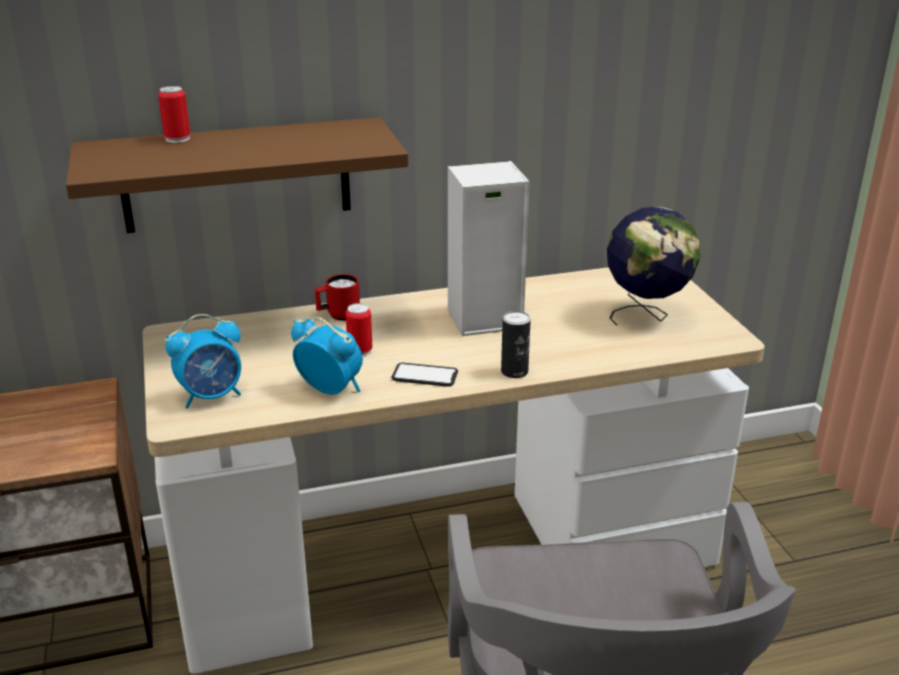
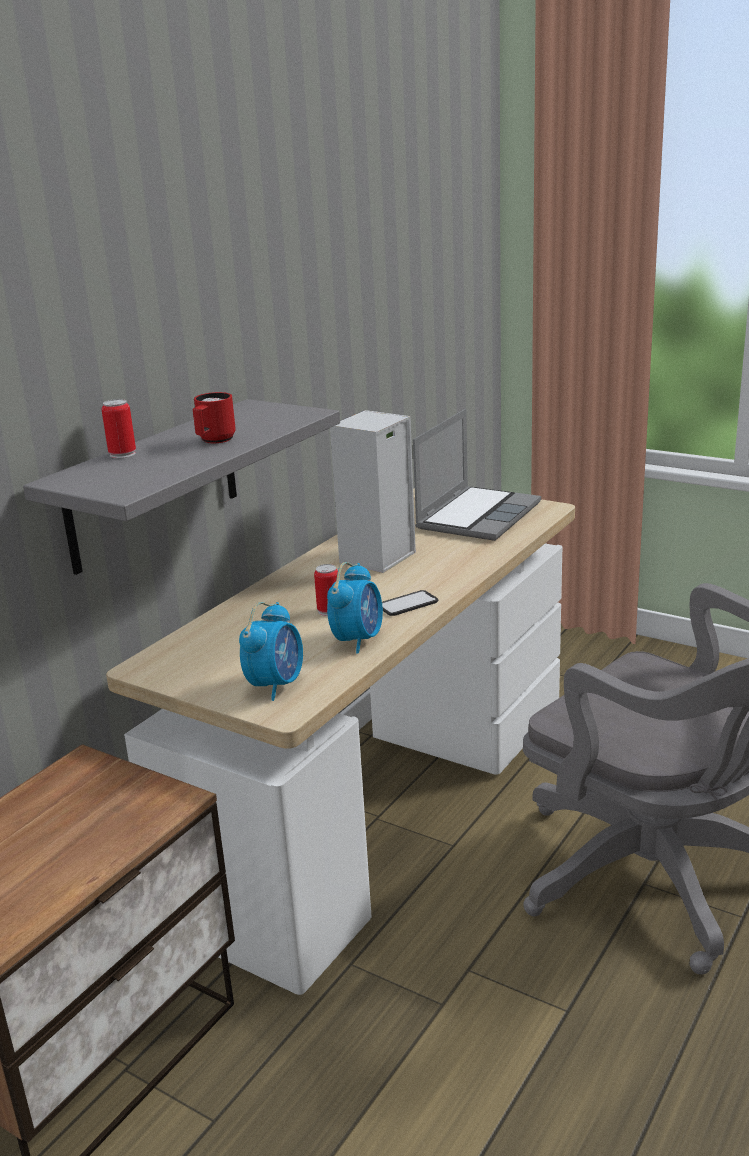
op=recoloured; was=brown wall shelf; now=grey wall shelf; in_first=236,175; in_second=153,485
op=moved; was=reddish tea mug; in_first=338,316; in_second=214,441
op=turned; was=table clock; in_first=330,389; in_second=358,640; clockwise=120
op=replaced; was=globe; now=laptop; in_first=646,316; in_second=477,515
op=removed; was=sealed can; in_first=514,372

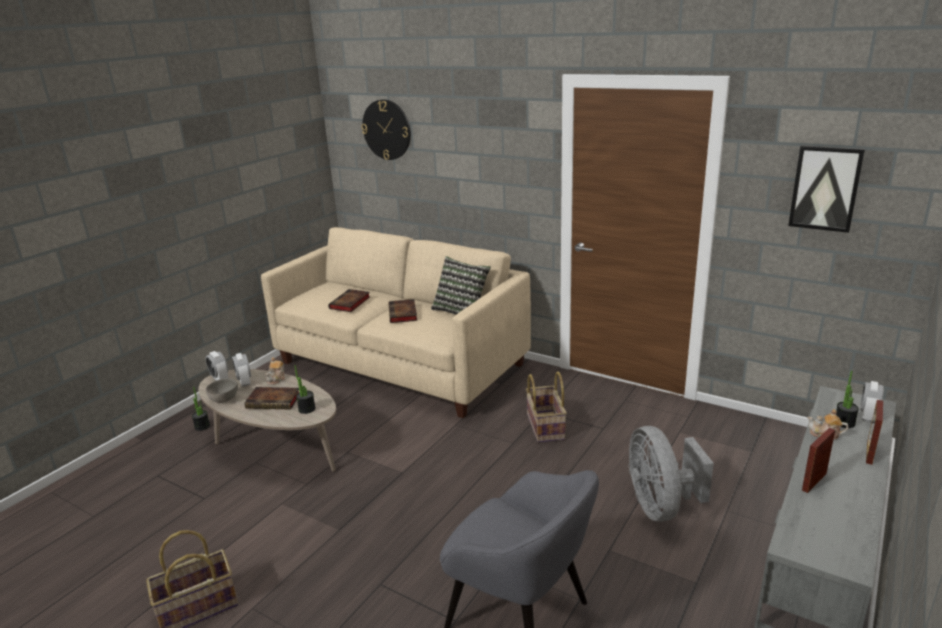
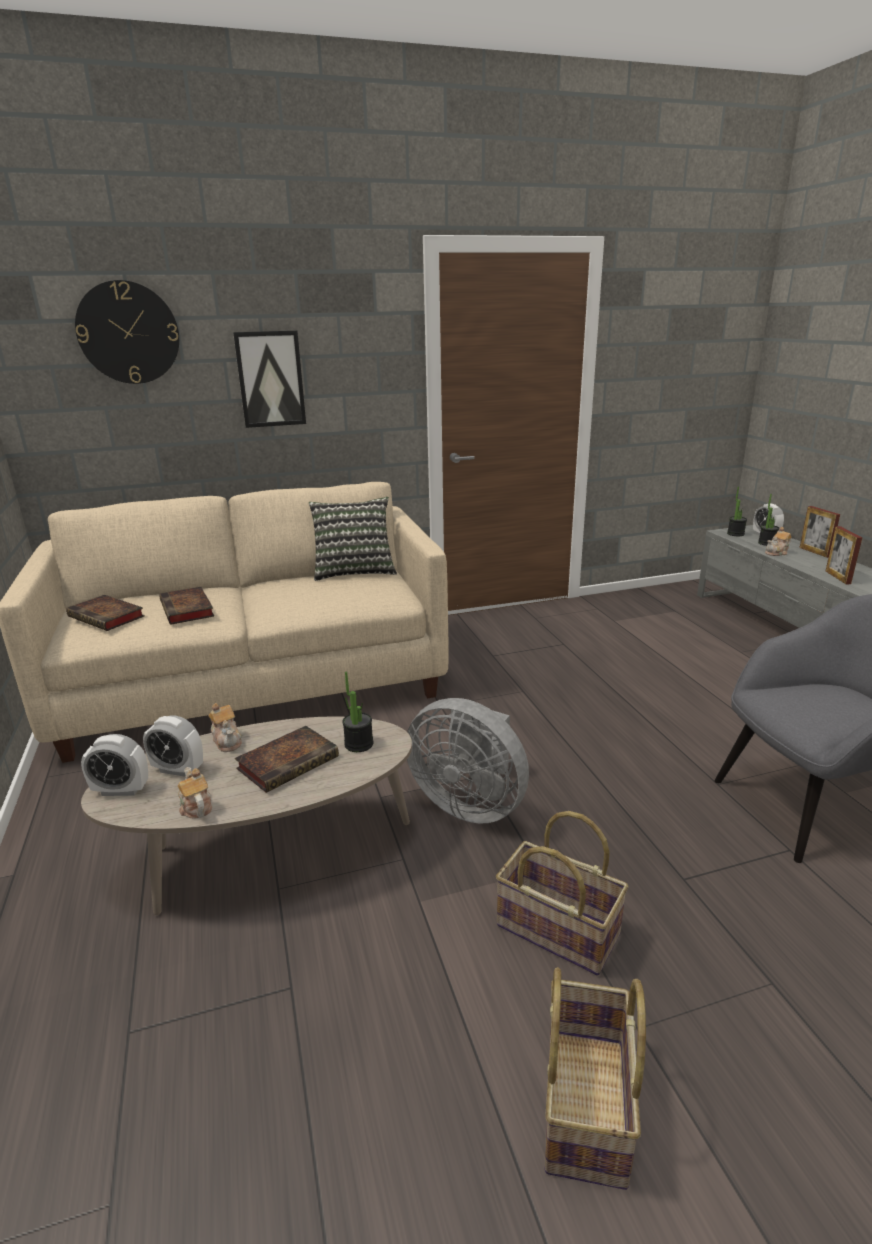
op=moved; was=book; in_first=403,314; in_second=108,617
op=replaced; was=grey bowl; now=pot for tea; in_first=223,399; in_second=195,806
op=moved; was=wall picture; in_first=825,188; in_second=270,379
op=moved; was=grey electric fan; in_first=660,506; in_second=469,803
op=moved; was=basket; in_first=544,426; in_second=556,931
op=moved; was=plant in a pot; in_first=202,426; in_second=735,534

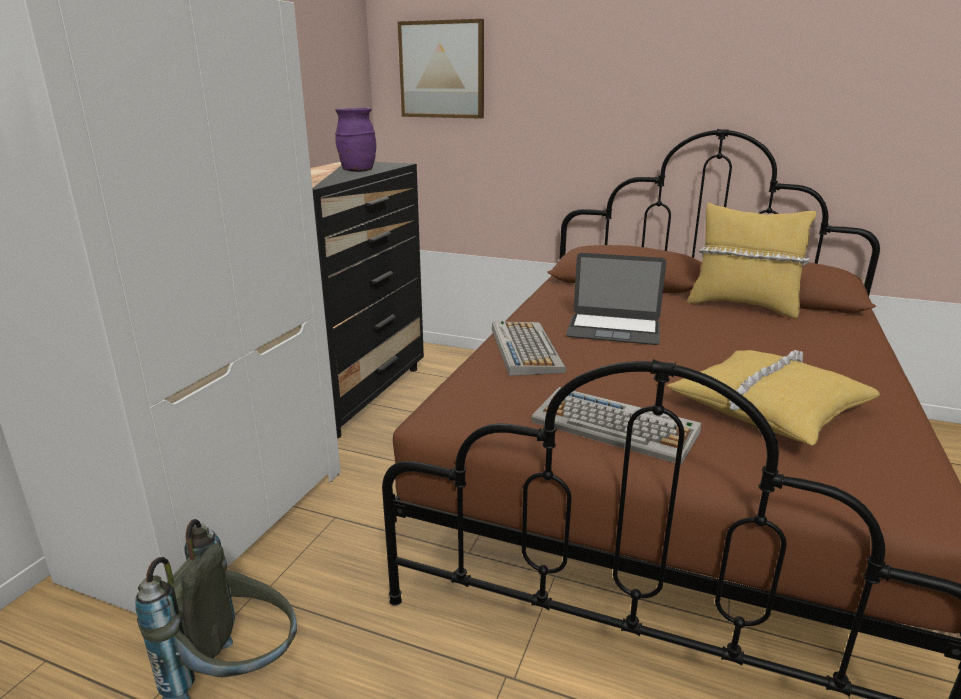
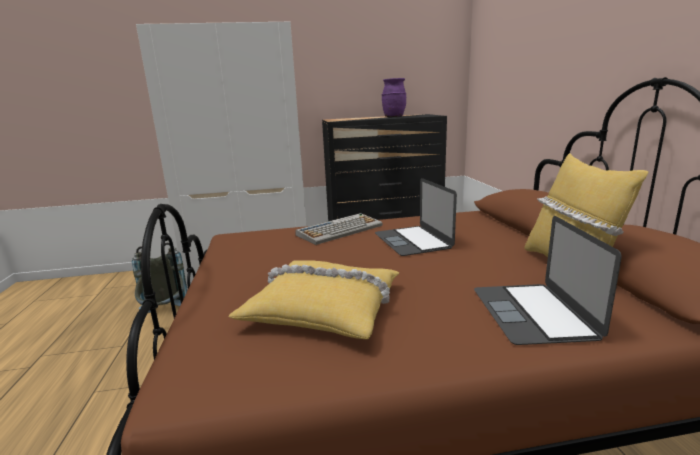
op=added; now=laptop; in_second=533,312
op=removed; was=wall picture; in_first=442,70
op=removed; was=PC keyboard; in_first=616,426

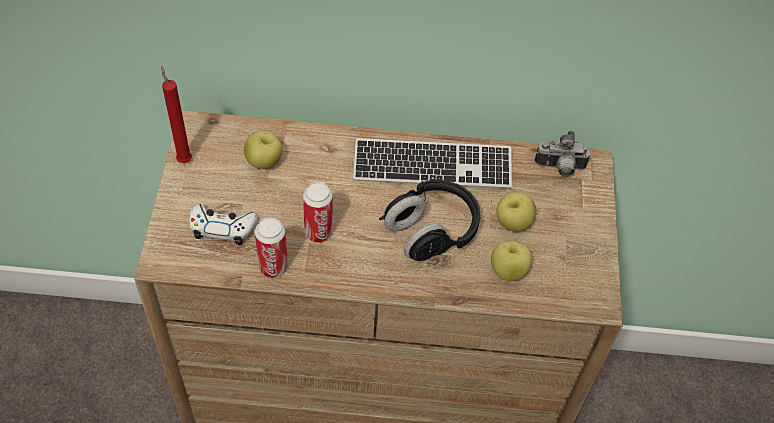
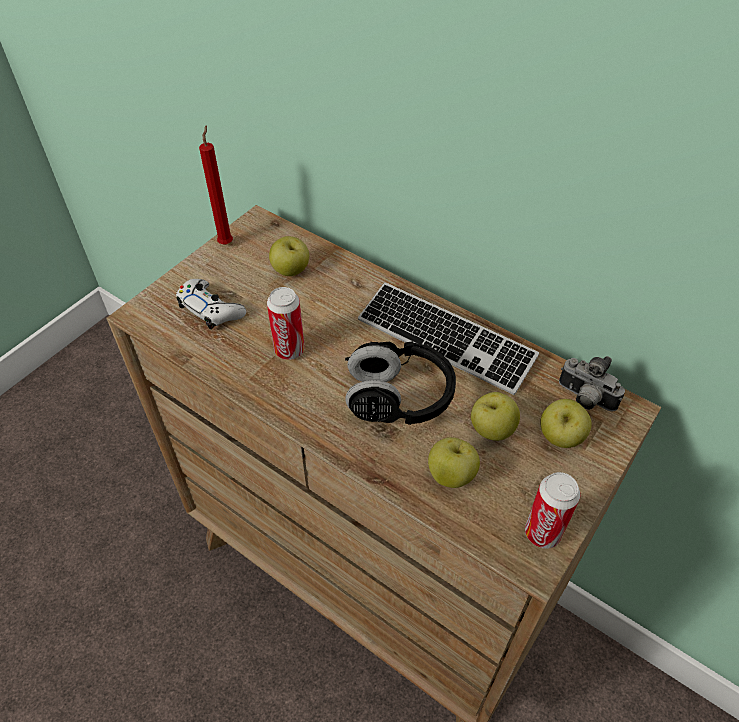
op=moved; was=sealed can; in_first=273,267; in_second=542,533
op=added; now=apple; in_second=560,437

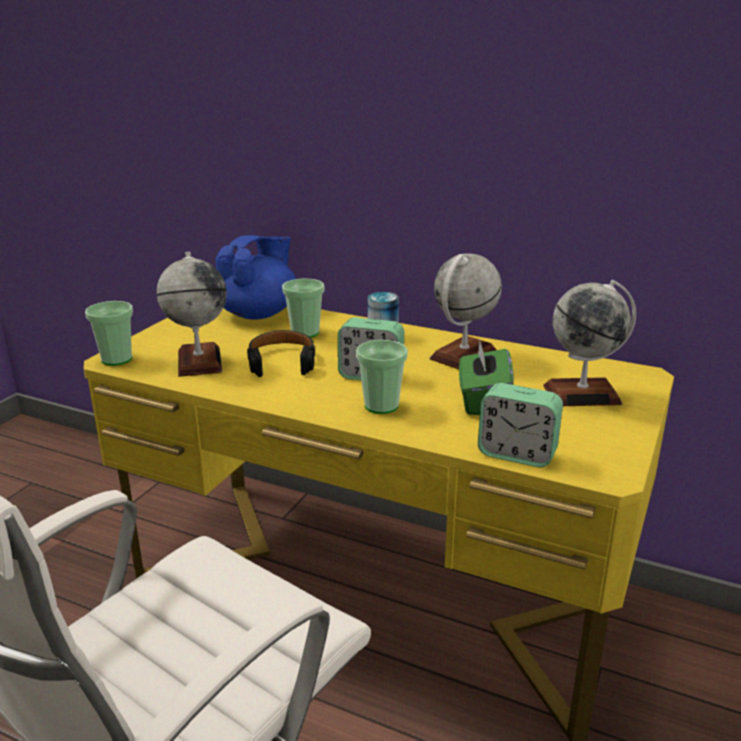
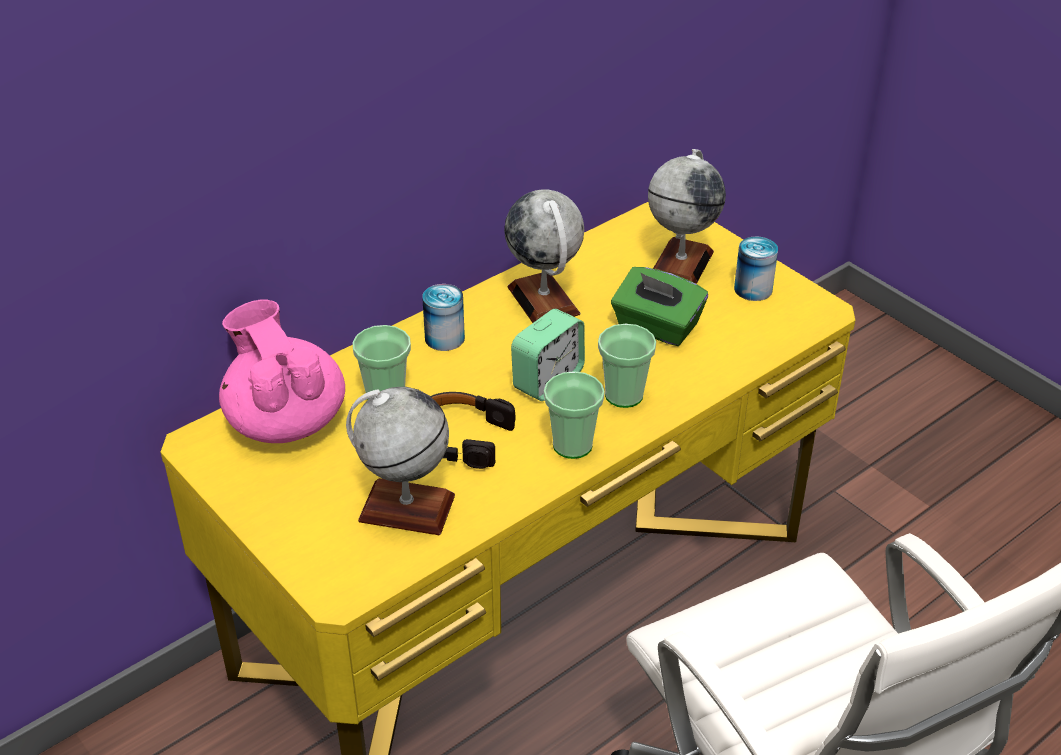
op=recoloured; was=blue-coloured pot for tea; now=pink pot for tea; in_first=259,314; in_second=285,420
op=moved; was=cup; in_first=116,359; in_second=572,445
op=added; now=sealed can; in_second=753,289
op=removed; was=table clock; in_first=517,454

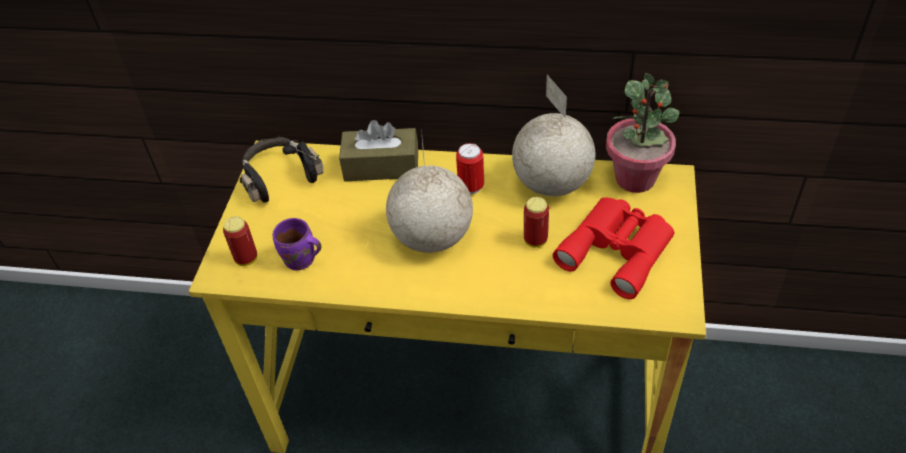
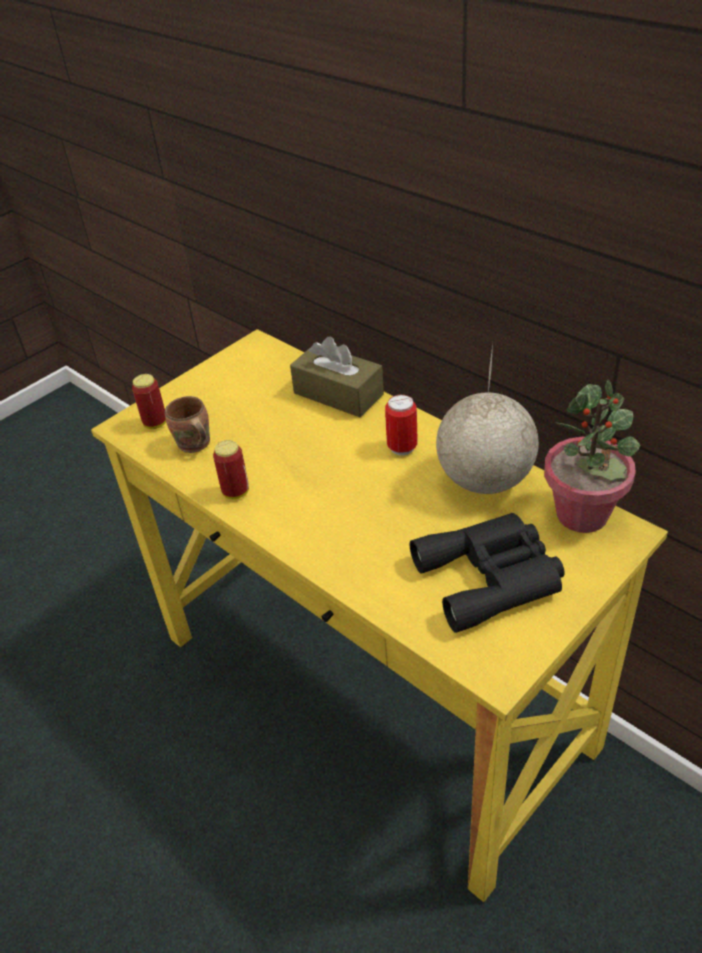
op=recoloured; was=purple tea mug; now=brown tea mug; in_first=301,261; in_second=193,446
op=moved; was=sealed can; in_first=535,240; in_second=236,492
op=recoloured; was=reddish field glasses; now=blackish field glasses; in_first=618,249; in_second=492,577
op=removed; was=blackish pair of headphones; in_first=280,178
op=removed; was=globe; in_first=431,239

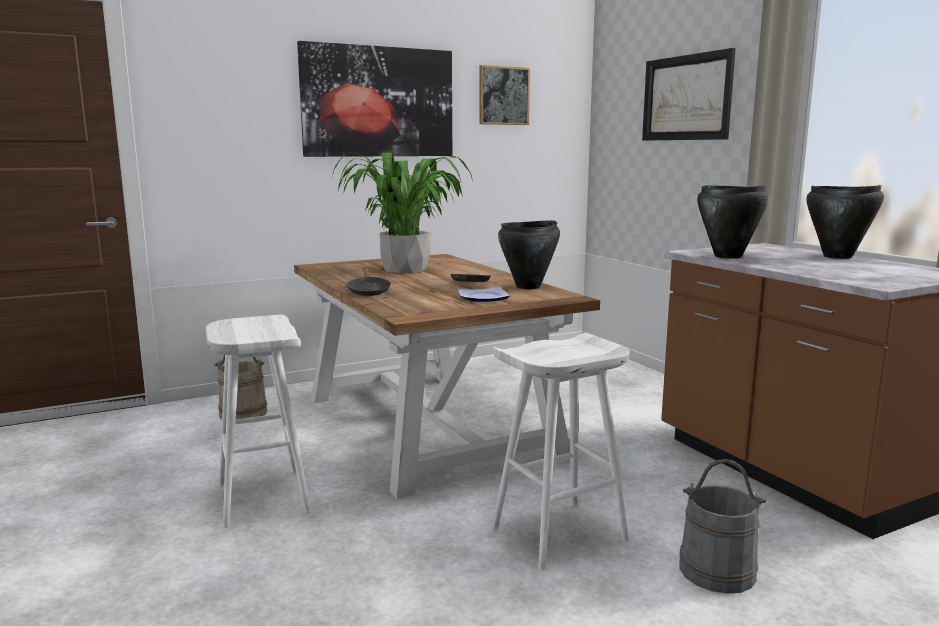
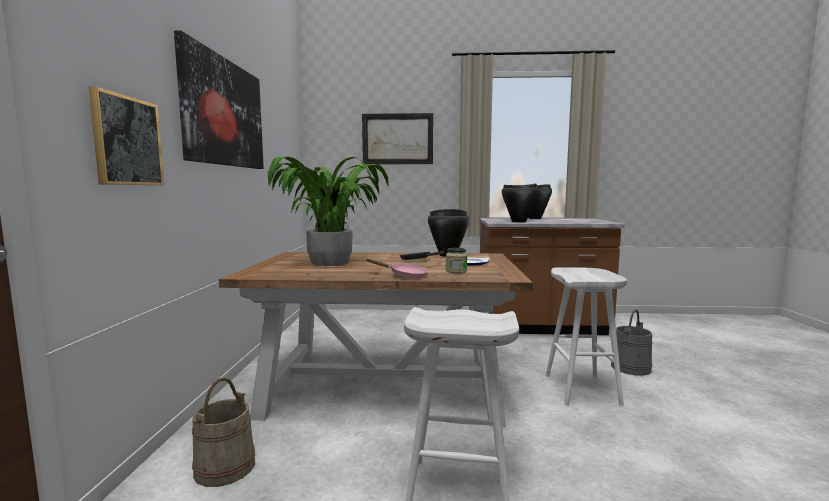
op=moved; was=wall picture; in_first=503,96; in_second=127,141
op=recoloured; was=blackish skillet; now=pink skillet; in_first=368,291; in_second=404,276
op=added; now=jar; in_second=456,271

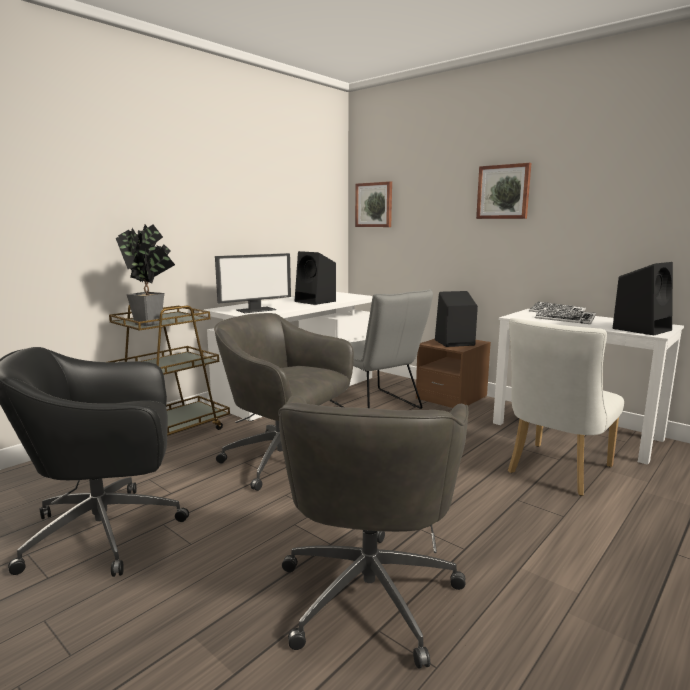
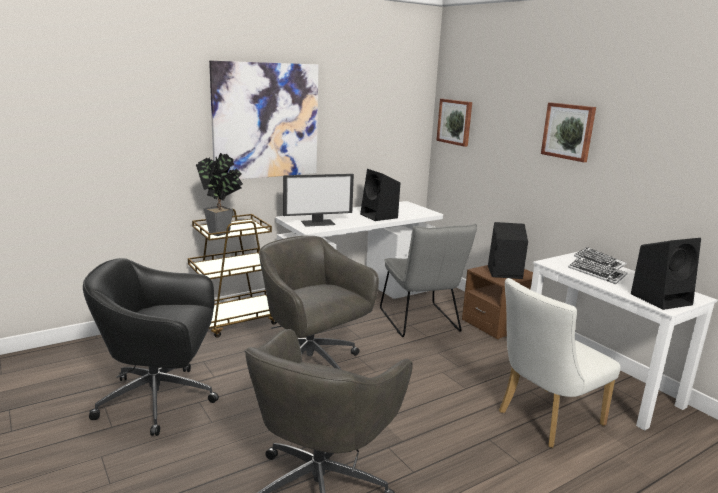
op=added; now=wall picture; in_second=266,121

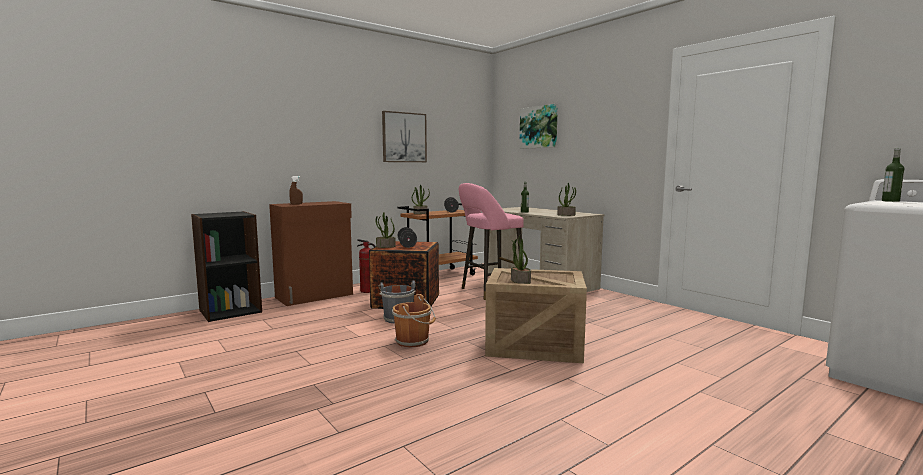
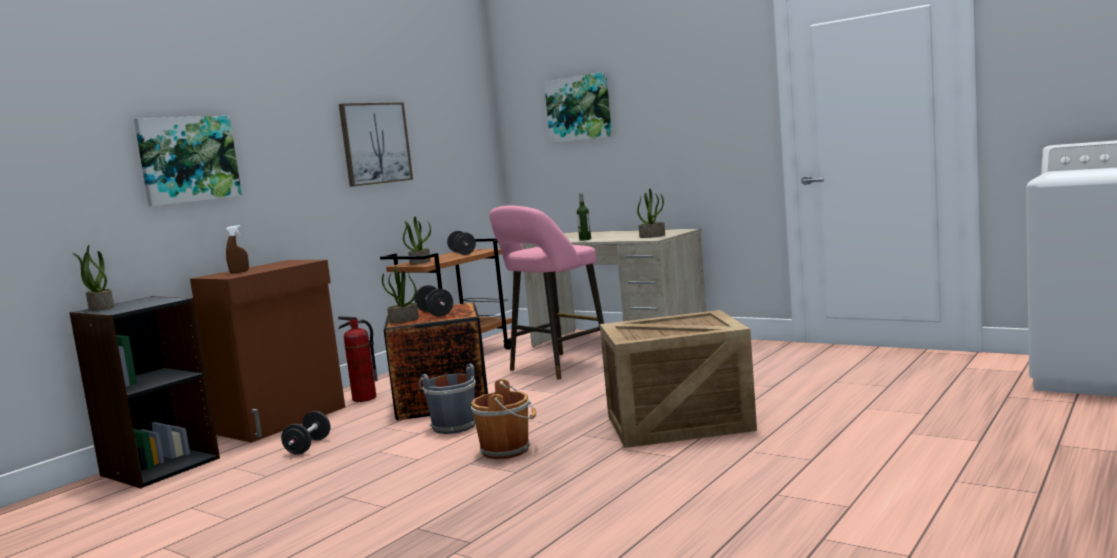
op=moved; was=plant in a pot; in_first=520,281; in_second=100,308
op=added; now=wall picture; in_second=188,159
op=added; now=blackish free weight; in_second=308,446
op=removed; was=bottle; in_first=890,201

